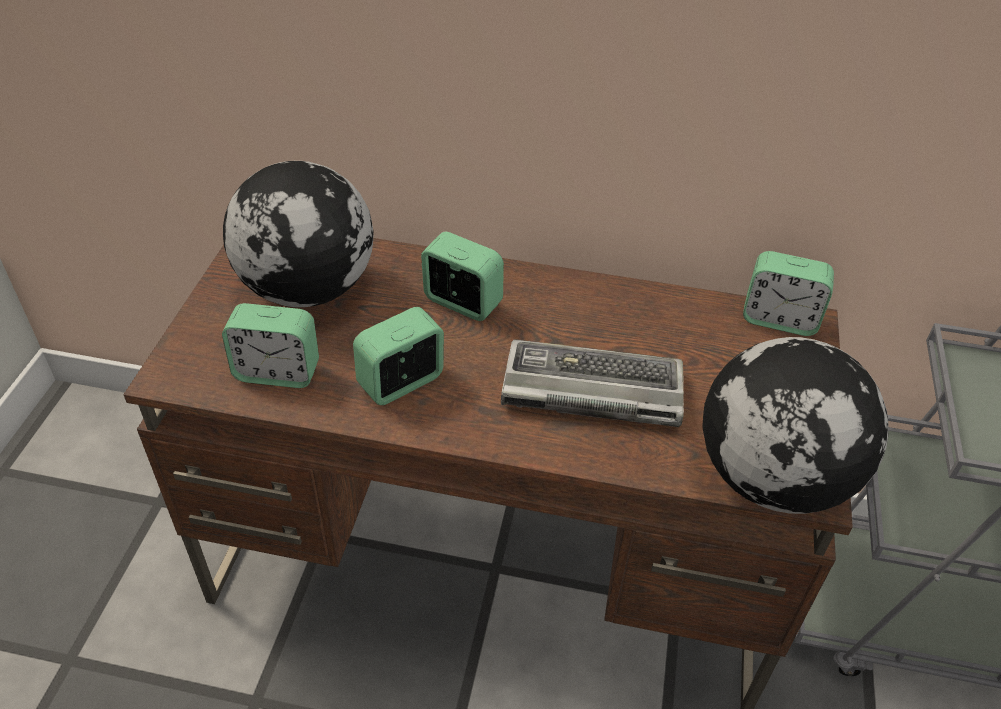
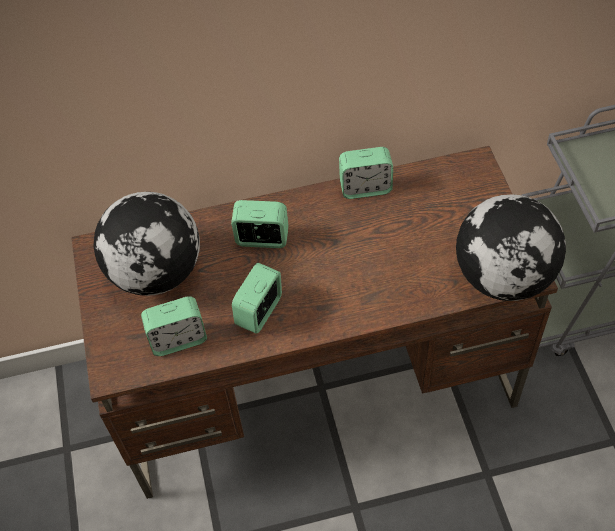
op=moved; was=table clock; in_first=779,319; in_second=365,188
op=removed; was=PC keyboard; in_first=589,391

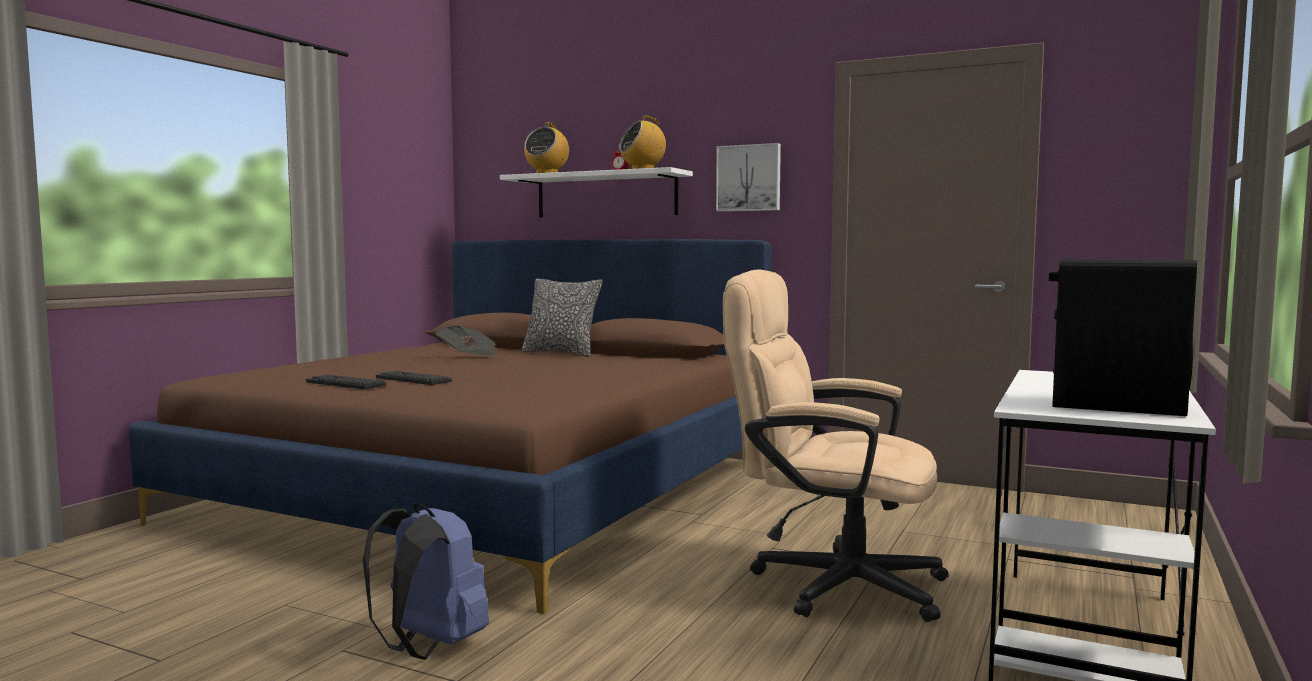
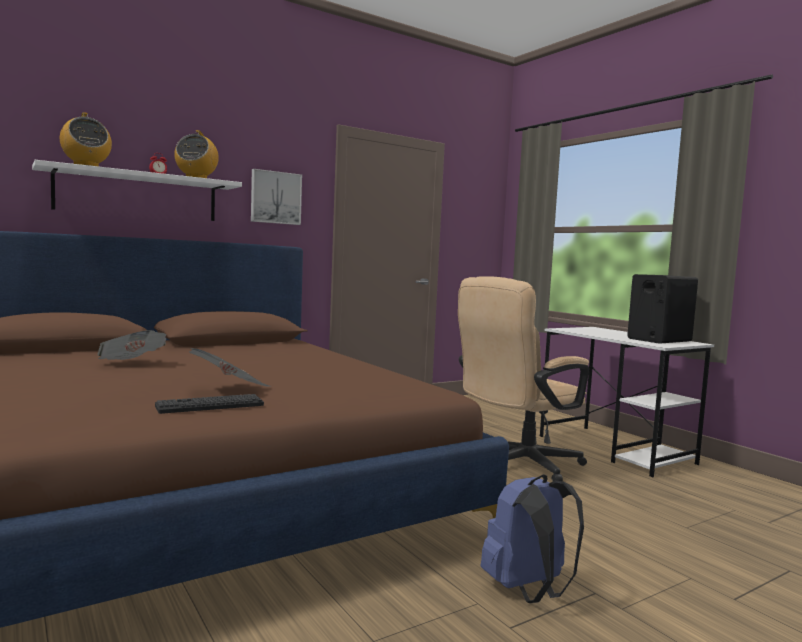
op=replaced; was=PC keyboard; now=newspaper; in_first=413,379; in_second=230,390
op=removed; was=throw pillow; in_first=561,353

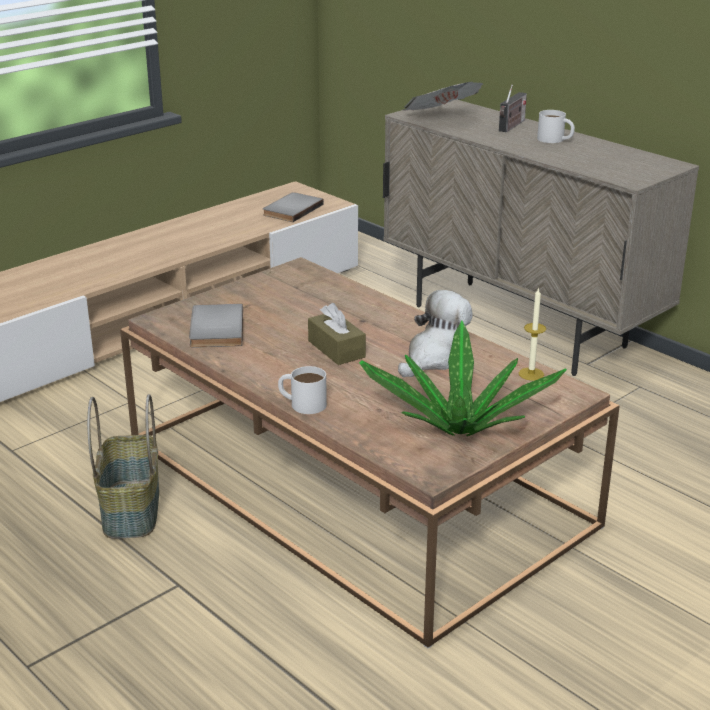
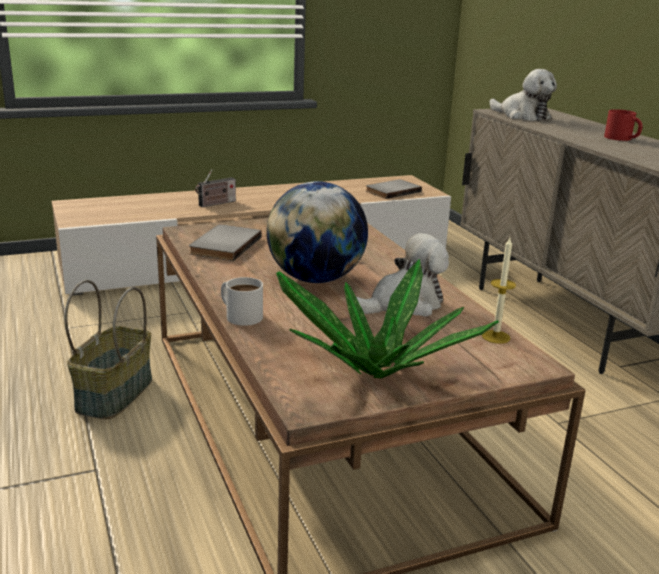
op=moved; was=radio receiver; in_first=511,126; in_second=216,204
op=replaced; was=brown box of tissues; now=globe; in_first=336,349; in_second=315,279
op=replaced; was=newspaper; now=plush toy; in_first=441,118; in_second=522,116
op=recoloured; was=white-coloured tea mug; now=reddish tea mug; in_first=555,140; in_second=622,139

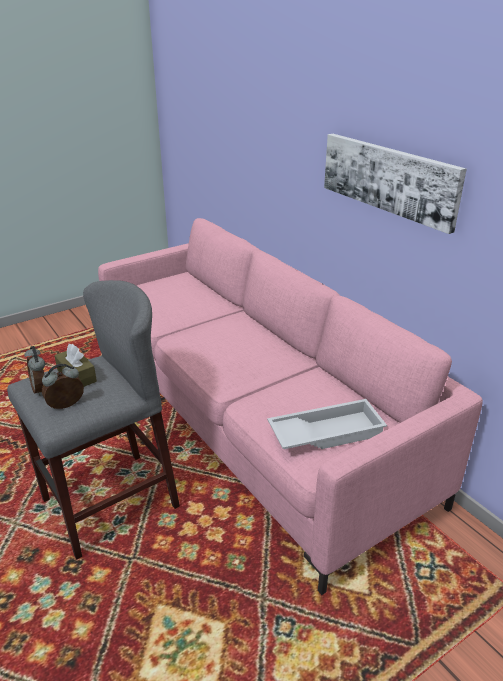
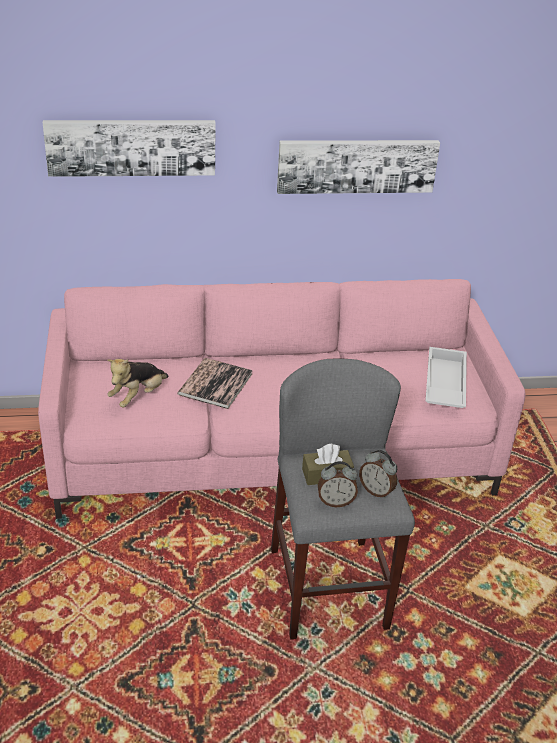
op=added; now=wall picture; in_second=131,146
op=added; now=plush toy; in_second=138,396
op=added; now=book; in_second=215,384
op=turned; was=table clock; in_first=66,406; in_second=376,491; clockwise=-45

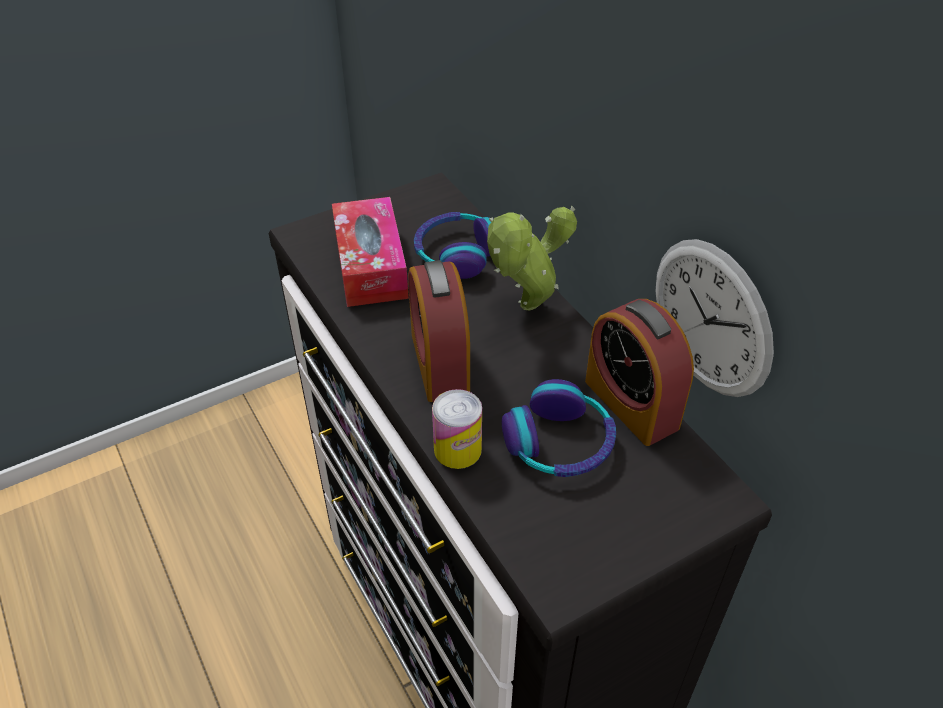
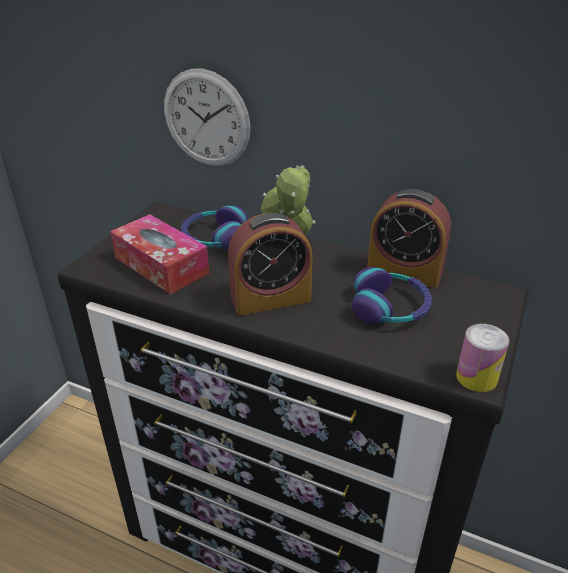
op=moved; was=hanging clock; in_first=711,318; in_second=206,119
op=turned; was=table clock; in_first=440,363; in_second=270,299; clockwise=-60
op=moved; was=sealed can; in_first=457,449; in_second=476,377

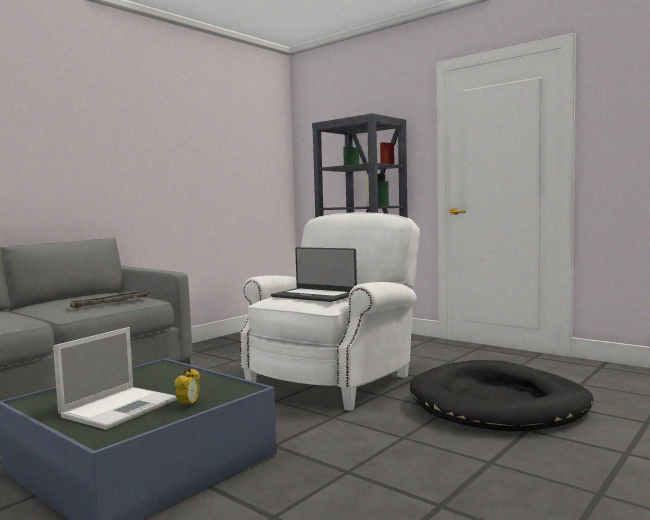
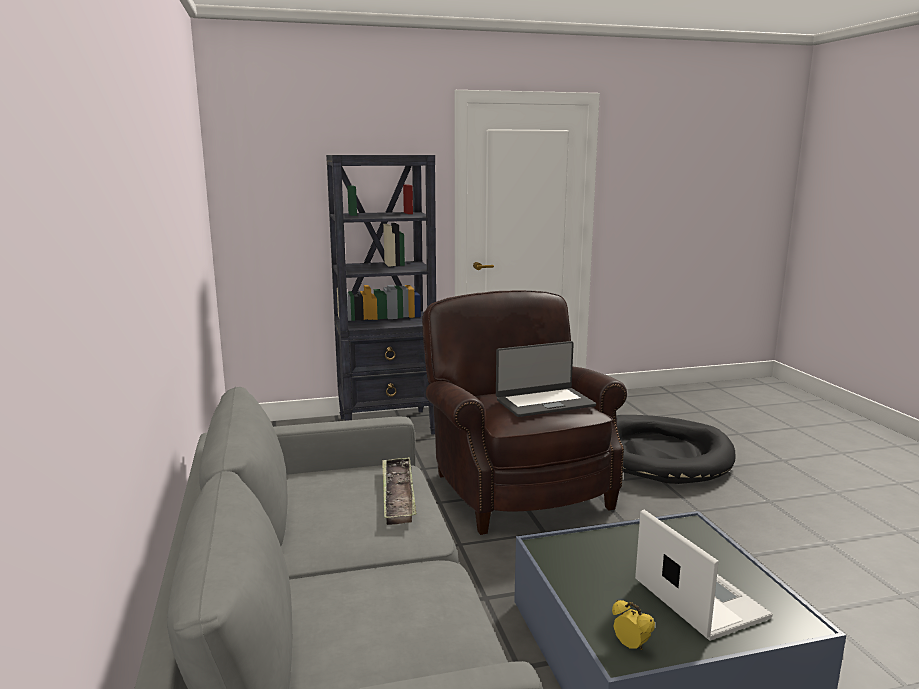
op=recoloured; was=white-coloured lounge chair; now=brown lounge chair; in_first=334,379; in_second=516,487
op=moved; was=table clock; in_first=188,405; in_second=630,646

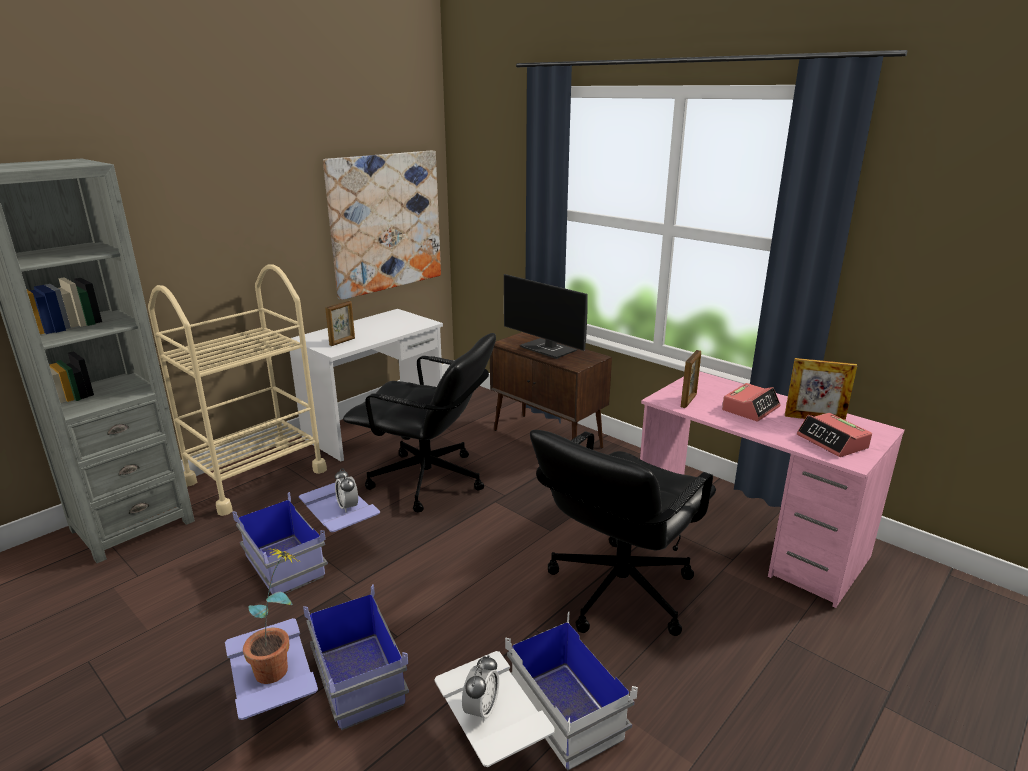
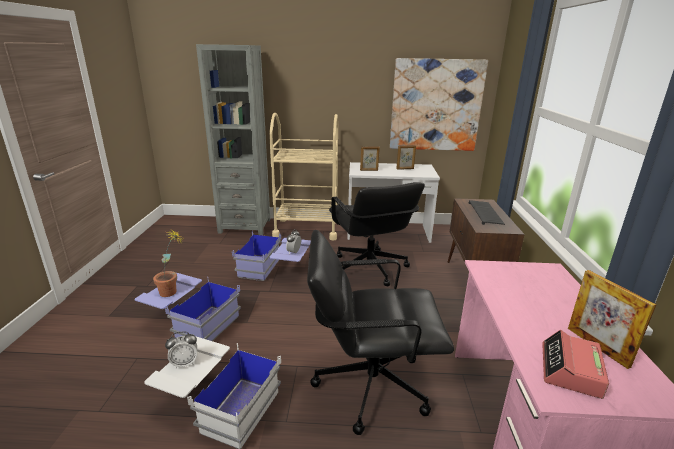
op=moved; was=photo frame; in_first=688,401; in_second=405,169
op=replaced; was=computer screen; now=PC keyboard; in_first=549,349; in_second=486,214
op=removed; was=table clock; in_first=750,408

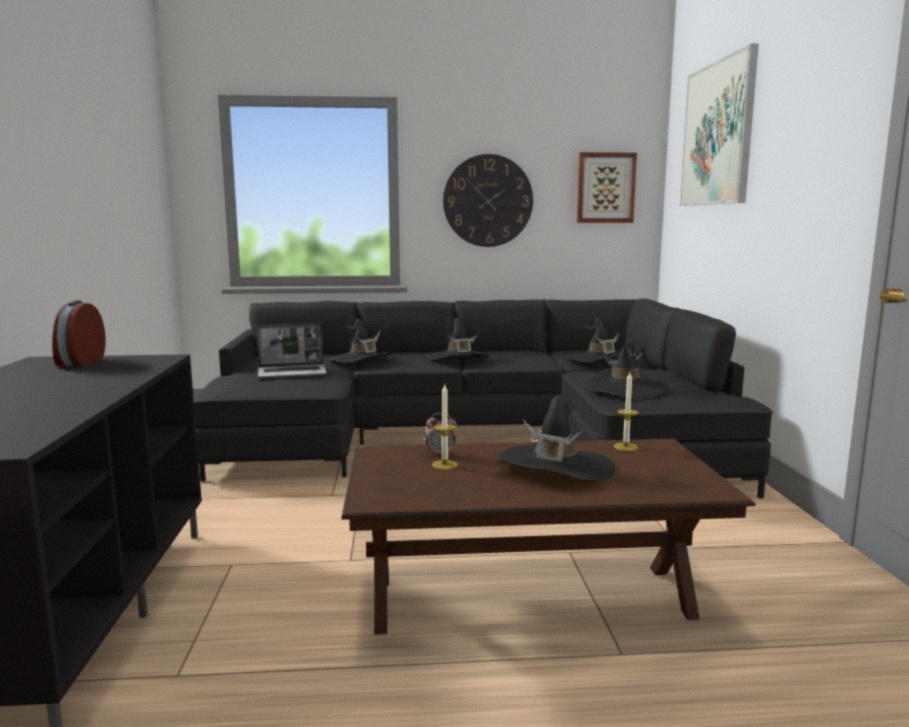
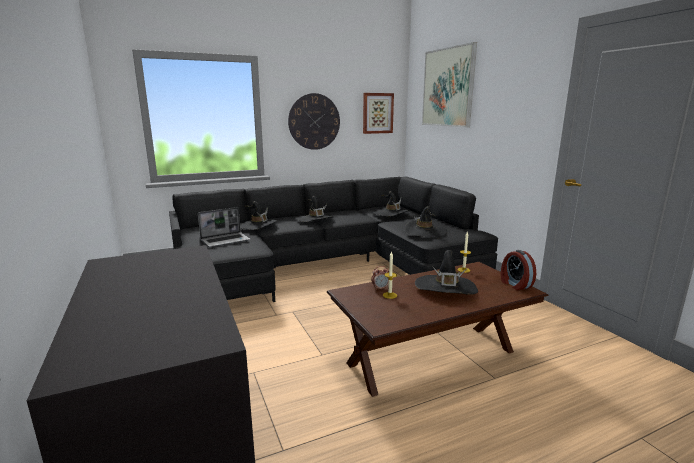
op=moved; was=table clock; in_first=79,362; in_second=515,284

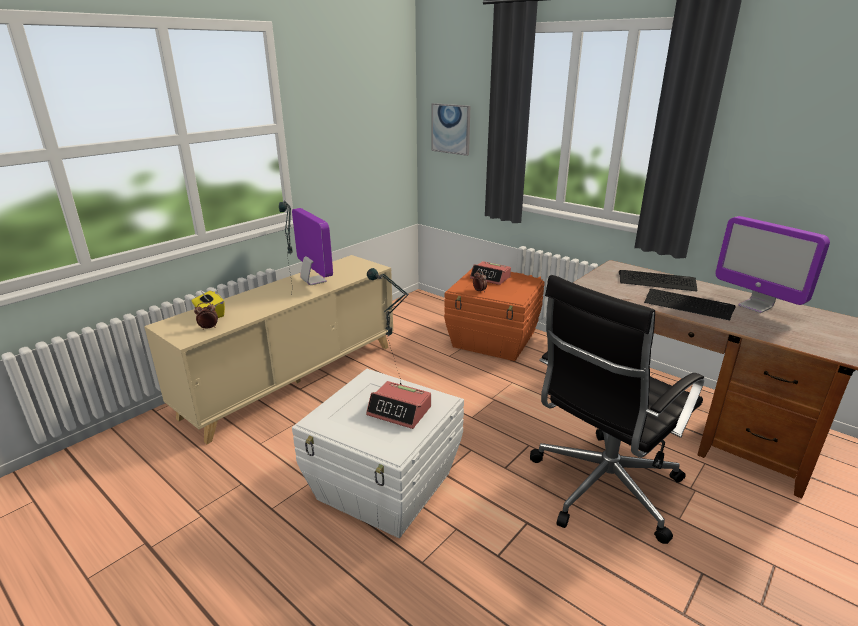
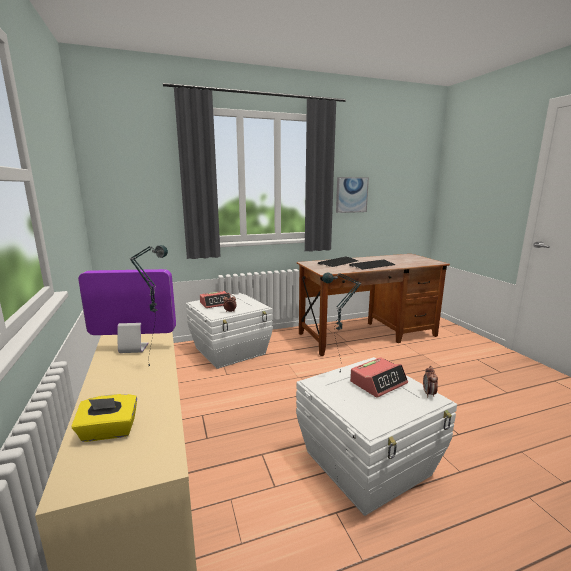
op=recoloured; was=orangey storage bin; now=white-coloured storage bin; in_first=494,340; in_second=231,351
op=moved; was=wall picture; in_first=451,129; in_second=351,195
op=moved; was=table clock; in_first=208,328; in_second=429,394
op=removed; was=blackish desk chair; in_first=601,488
op=removed; was=computer screen; in_first=755,306

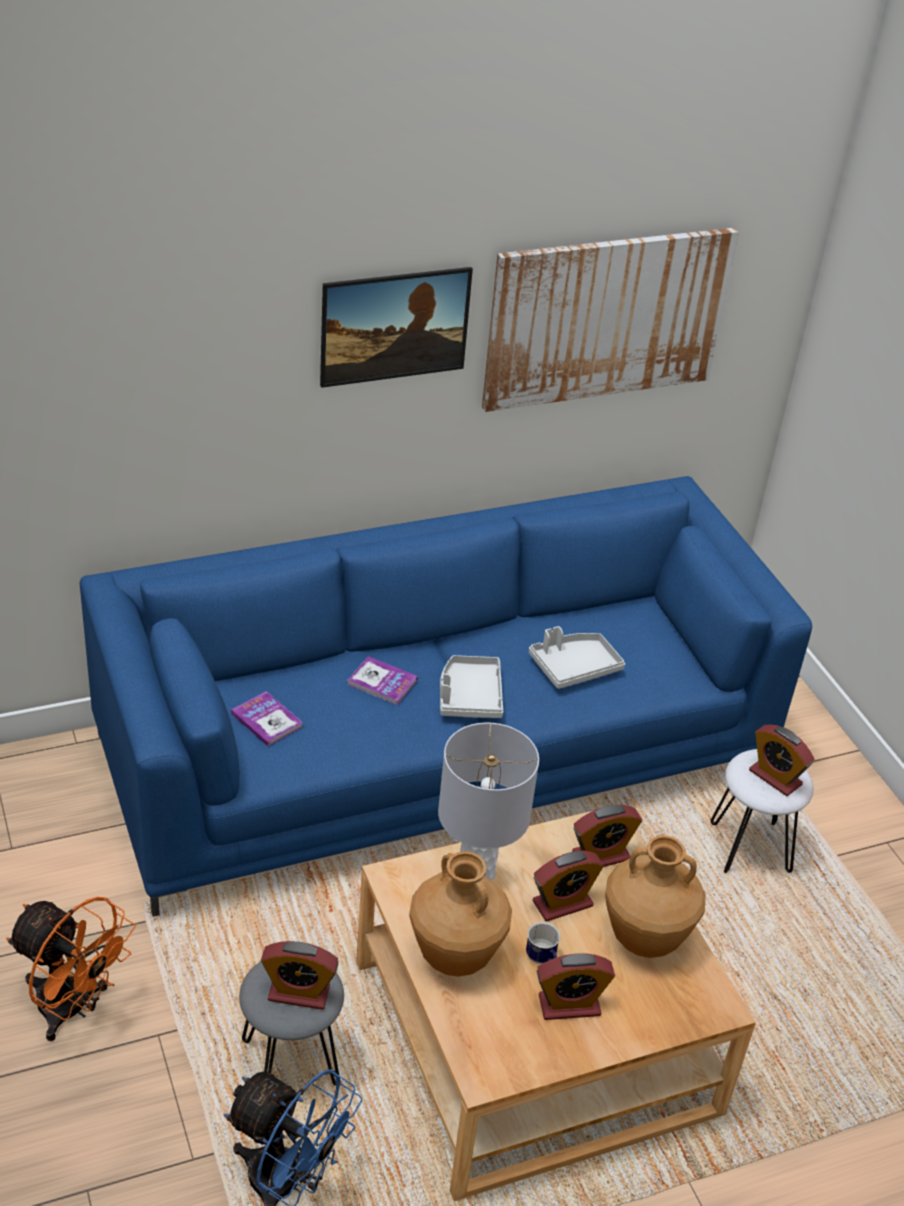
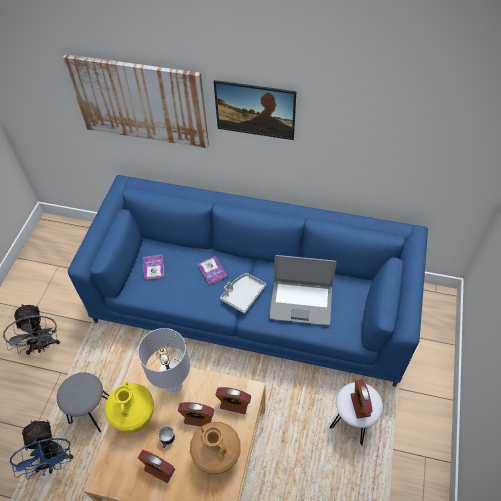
op=recoloured; was=orangey electric fan; now=grey electric fan; in_first=73,1009; in_second=43,346
op=moved; was=wall picture; in_first=607,318; in_second=140,101
op=recoloured; was=brown flower vase; now=yellowish flower vase; in_first=456,957; in_second=135,418
op=replaced; was=grey carrying tray; now=laptop; in_first=574,667; in_second=301,302
op=removed; was=table clock; in_first=299,993

